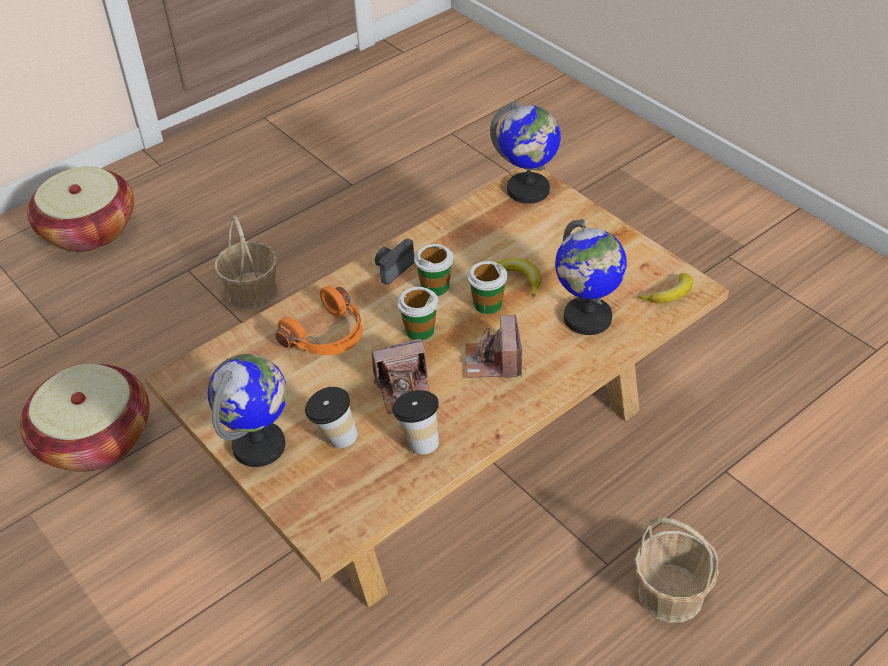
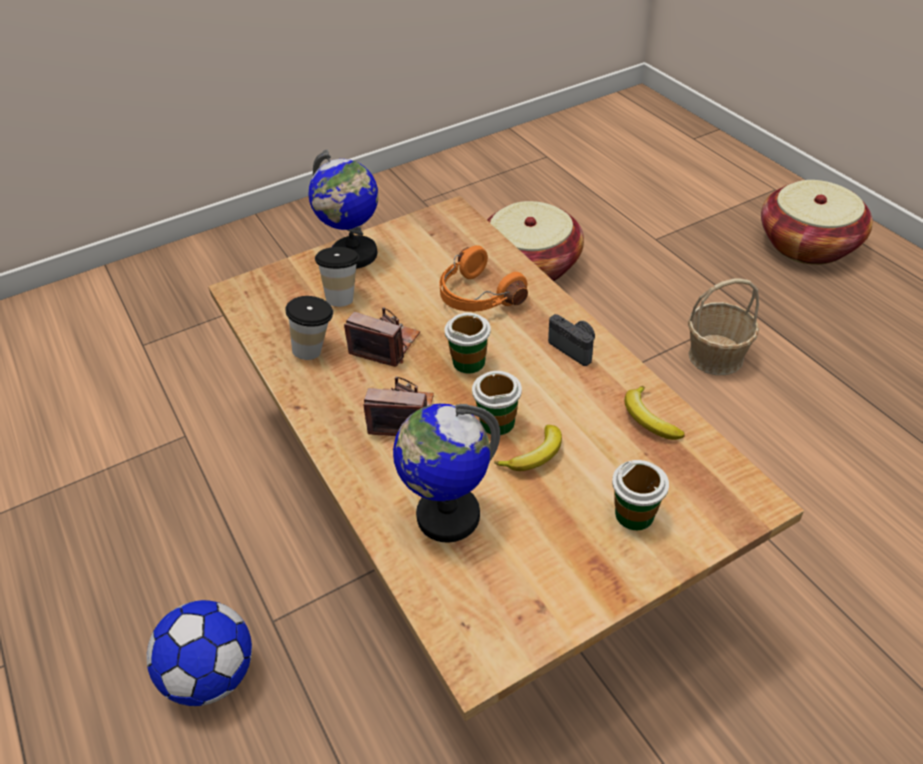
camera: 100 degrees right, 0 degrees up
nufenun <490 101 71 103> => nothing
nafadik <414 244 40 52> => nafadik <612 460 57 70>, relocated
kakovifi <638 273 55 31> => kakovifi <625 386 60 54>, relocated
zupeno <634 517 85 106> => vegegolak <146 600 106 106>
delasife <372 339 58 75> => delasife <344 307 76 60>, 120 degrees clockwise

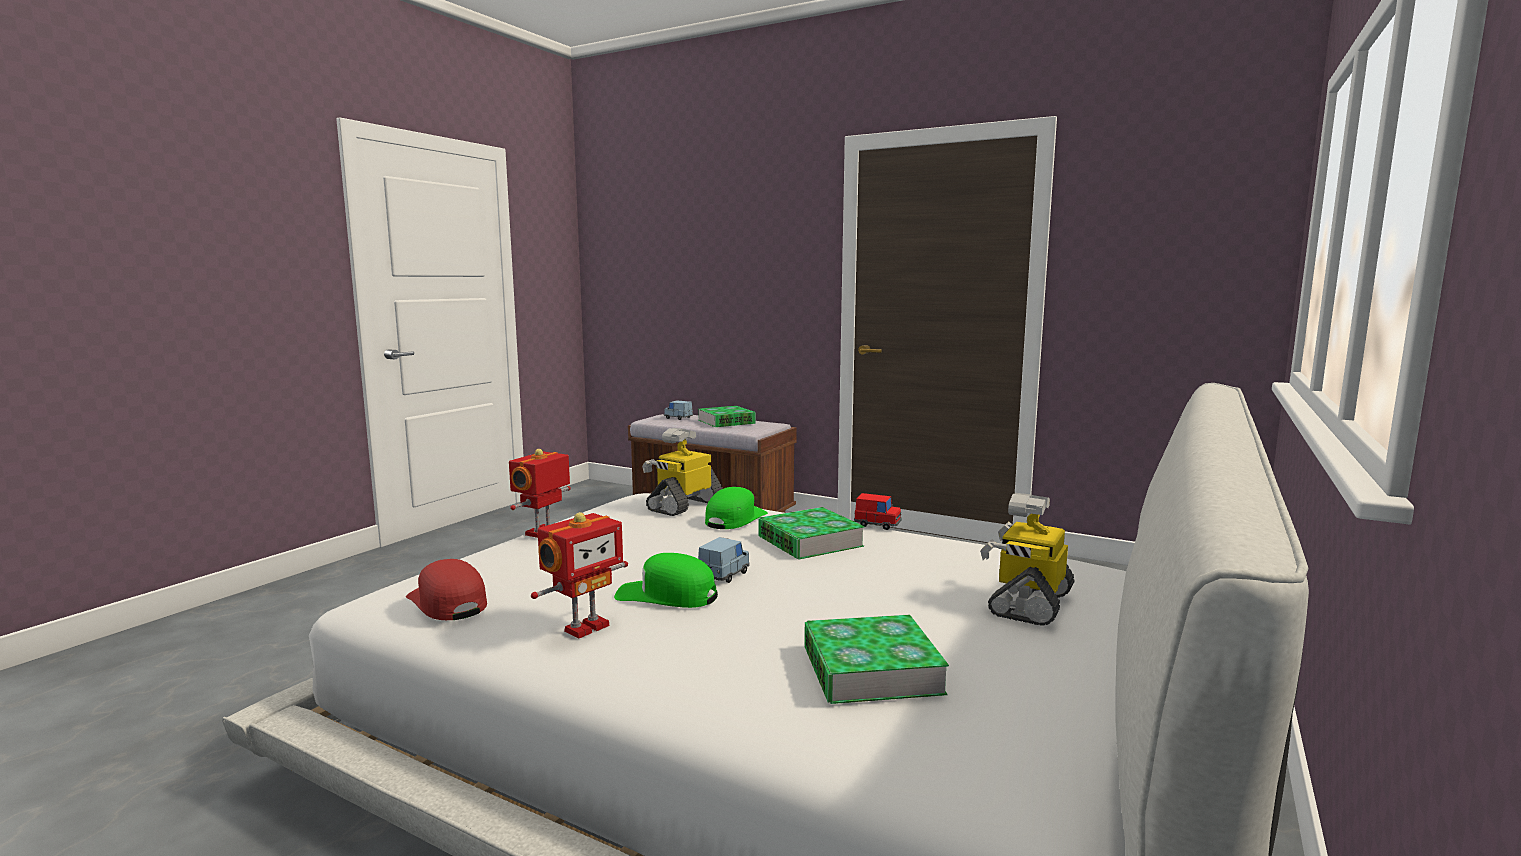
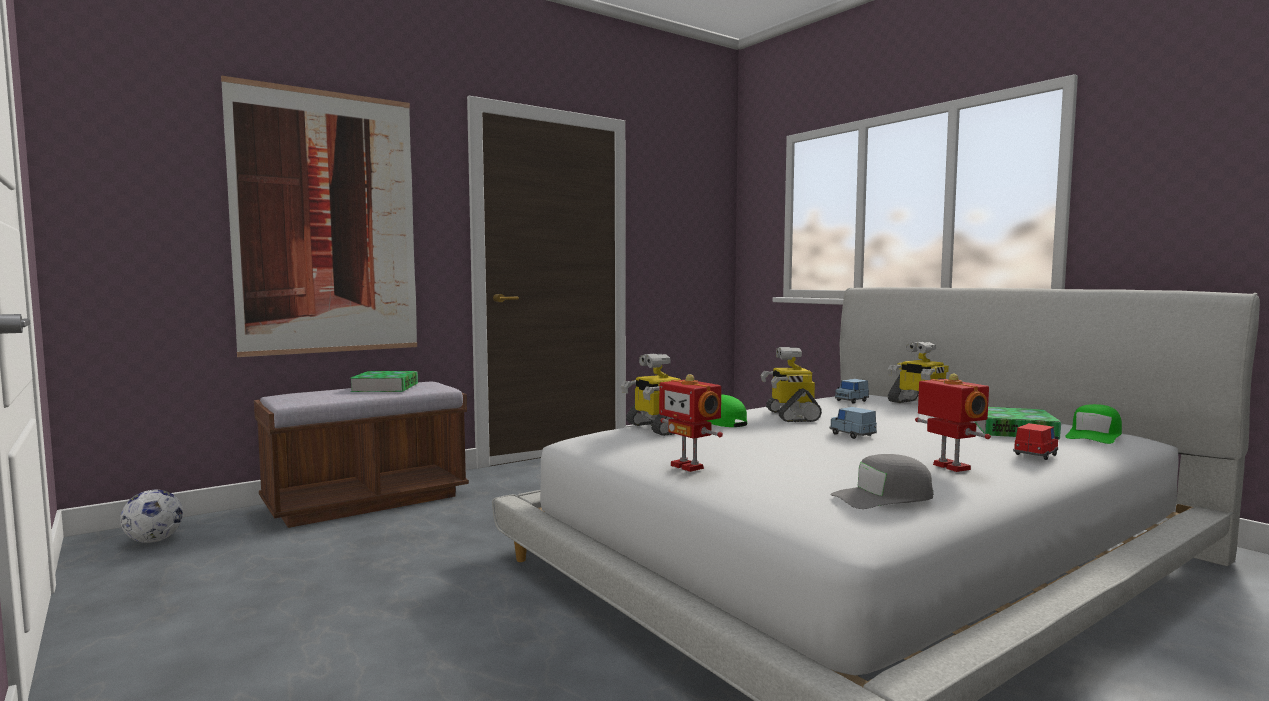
camera: 65 degrees left, 5 degrees down
nothing => vegegolak <120 490 63 53>
nothing => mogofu <221 76 196 281>
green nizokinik <614 553 104 55> => green nizokinik <1065 404 57 40>, relocated
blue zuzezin <664 400 29 20> => blue zuzezin <835 379 34 25>, relocated
red zuzezin <854 493 48 37> => red zuzezin <1013 423 46 37>, relocated
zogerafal <758 507 107 53> => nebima <761 347 61 75>
red nizokinik <406 559 81 61> => grey nizokinik <830 454 103 55>

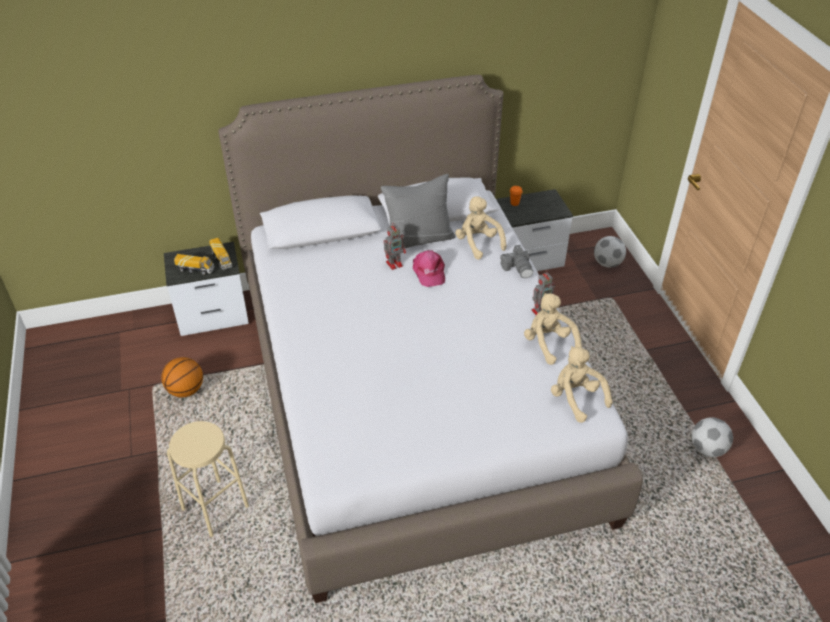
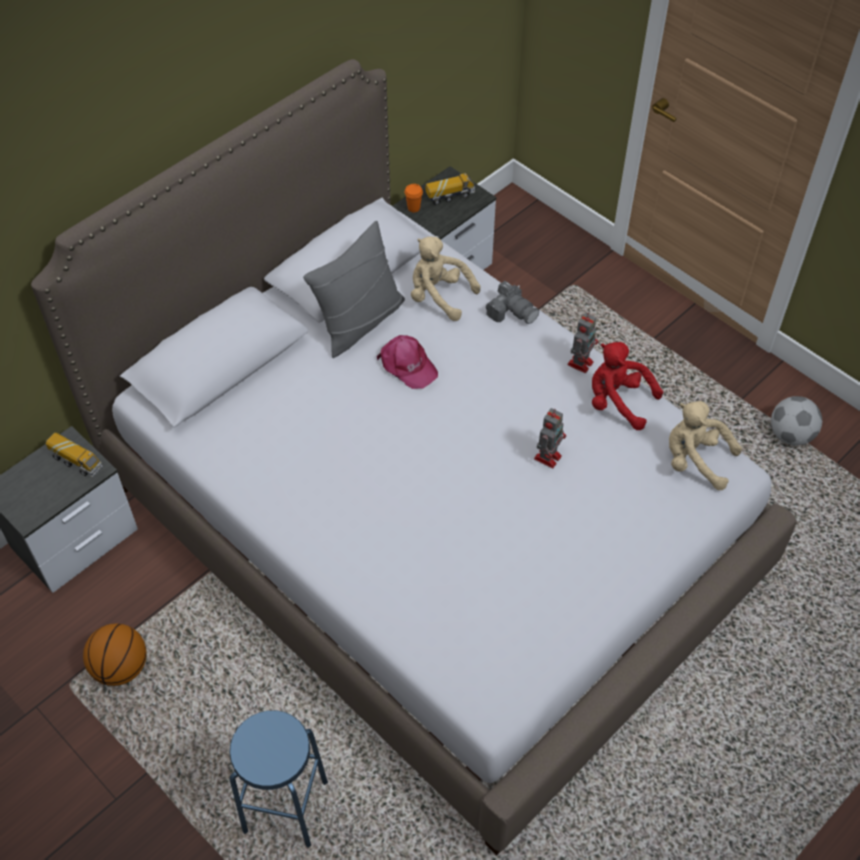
camera: 30 degrees left, 10 degrees up
vegegolak <594 236 32 32> => nothing
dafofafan <174 254 41 21> => dafofafan <425 173 50 32>, relocated
nebima <384 223 22 47> => nebima <534 408 32 60>, relocated
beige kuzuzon <167 421 82 116> => blue kuzuzon <229 710 99 138>
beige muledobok <524 293 58 72> => red muledobok <592 342 71 88>

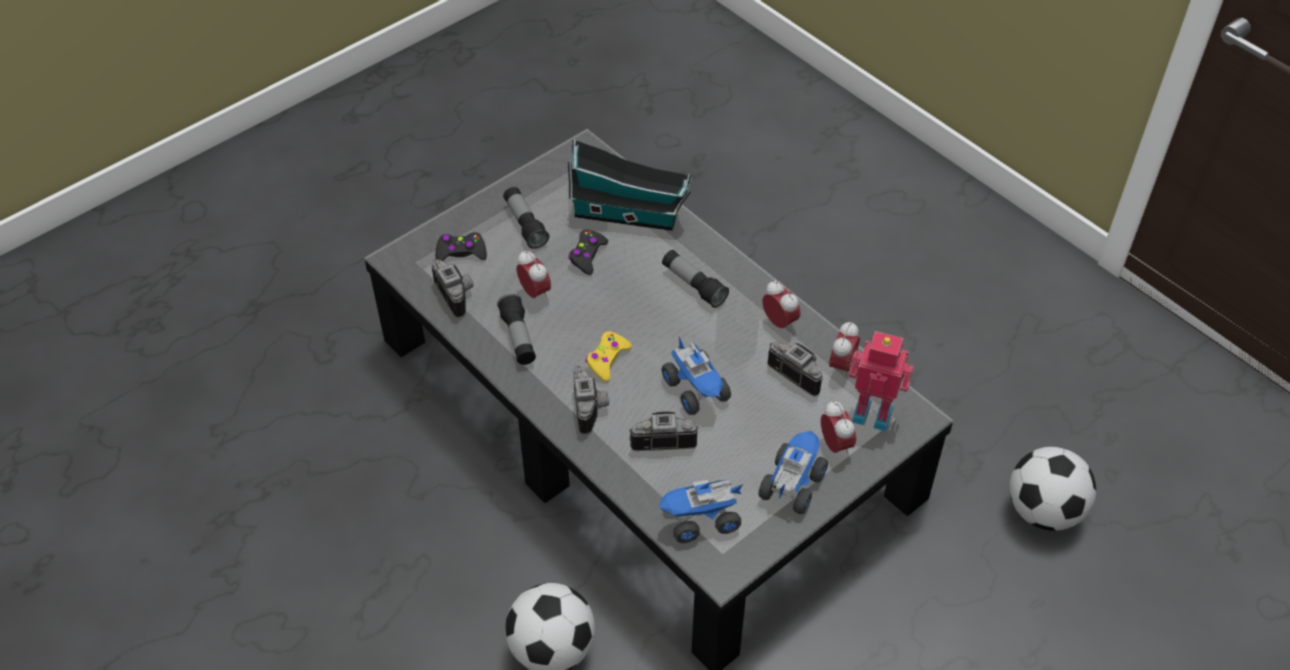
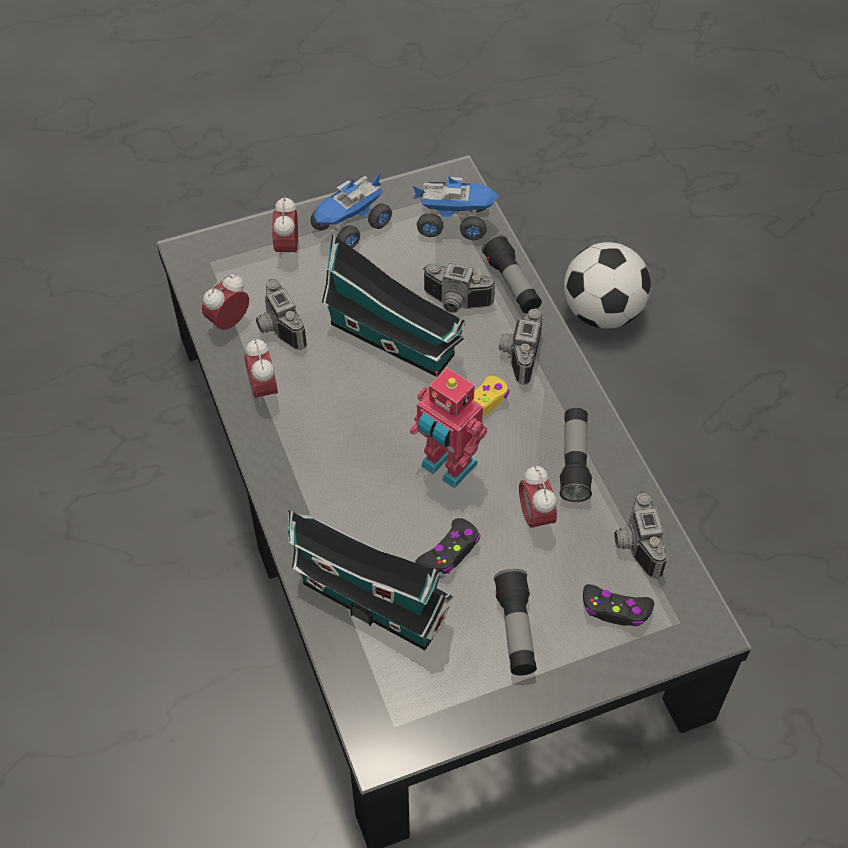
camera: 160 degrees left, 5 degrees up
vegegolak <1009 447 87 84> => nothing
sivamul <662 250 67 58> => sivamul <482 234 60 79>, relocated
nebima <849 331 64 100> => nebima <410 368 77 121>, relocated
dafofafan <662 337 69 78> => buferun <321 234 145 143>

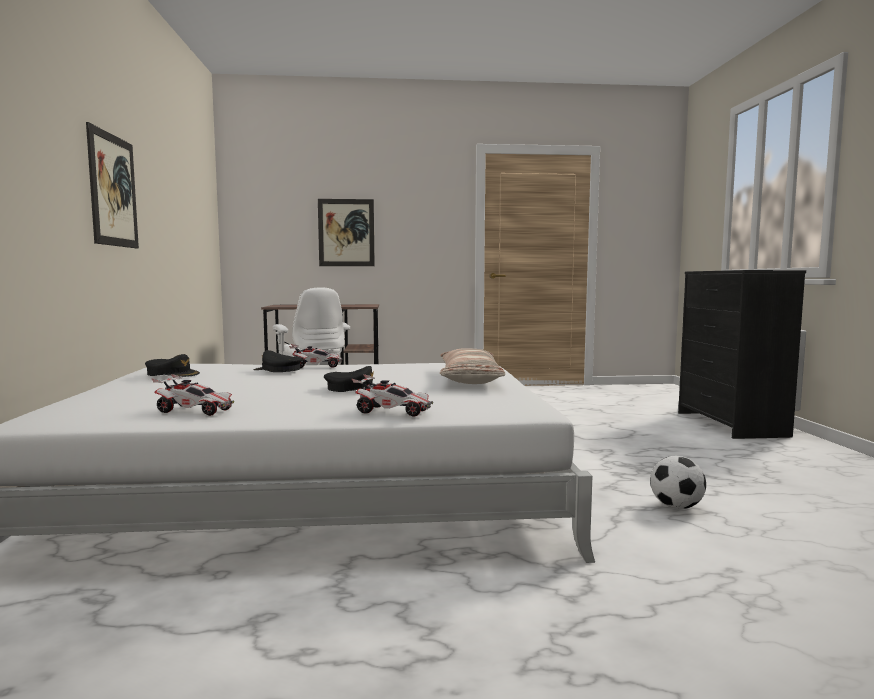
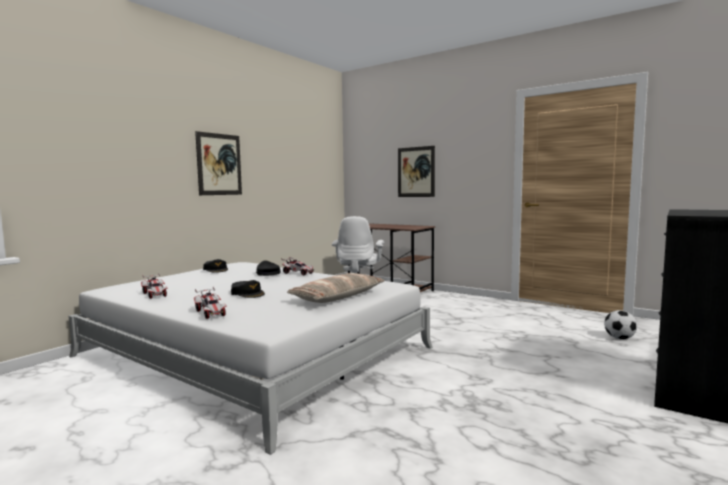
camera: 40 degrees right, 0 degrees up
vegegolak <650 456 56 53> => vegegolak <604 310 33 29>, relocated

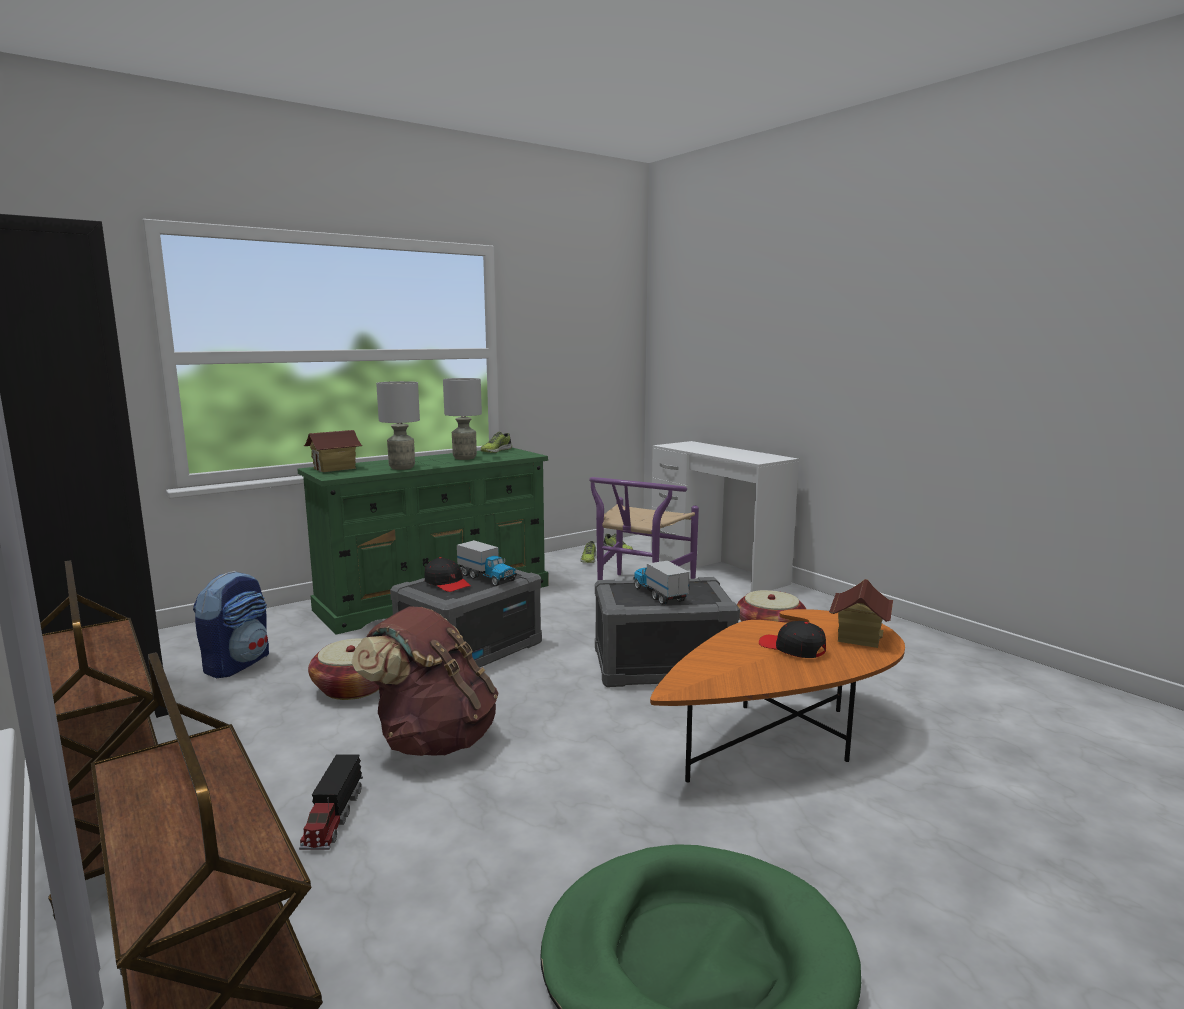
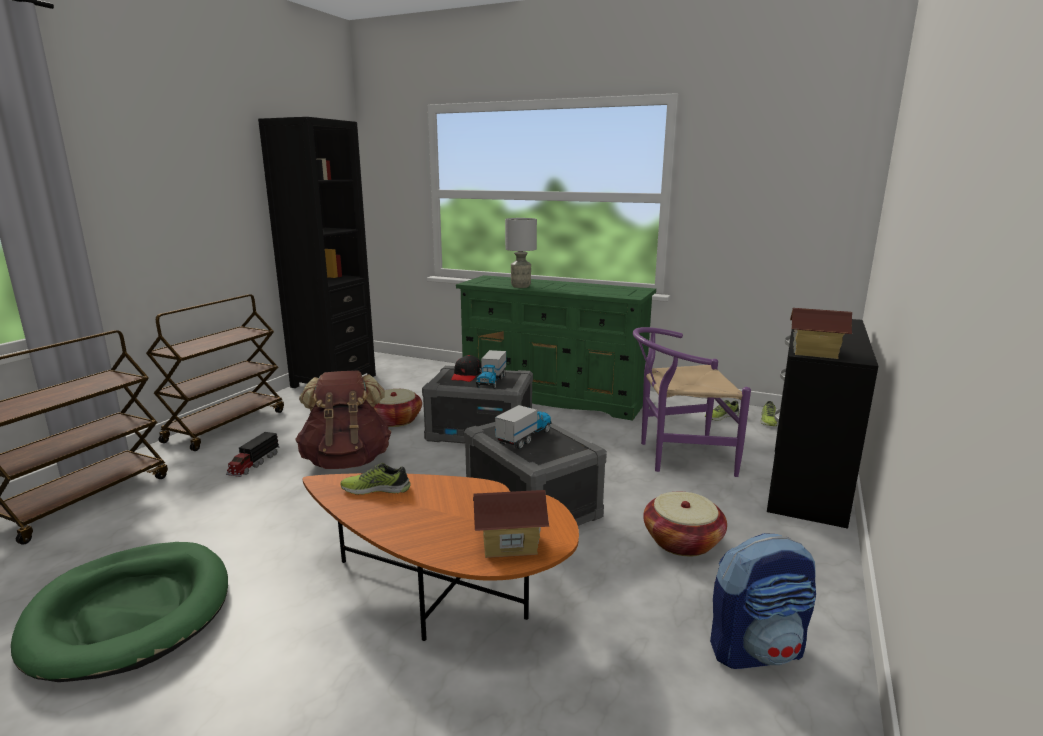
camera: 60 degrees right, 5 degrees up
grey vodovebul <443 378 39 82> => nothing
black nizokinik <759 621 67 37> => nothing
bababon <193 571 76 107> => bababon <710 533 106 136>, relocated
buferun <304 430 59 42> => buferun <790 308 62 51>, relocated
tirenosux <481 431 31 22> => tirenosux <341 463 70 32>, relocated
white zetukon <651 441 148 151> => black zetukon <767 319 111 210>
dafofafan <299 754 64 96> => dafofafan <226 432 53 45>, 45 degrees counterclockwise

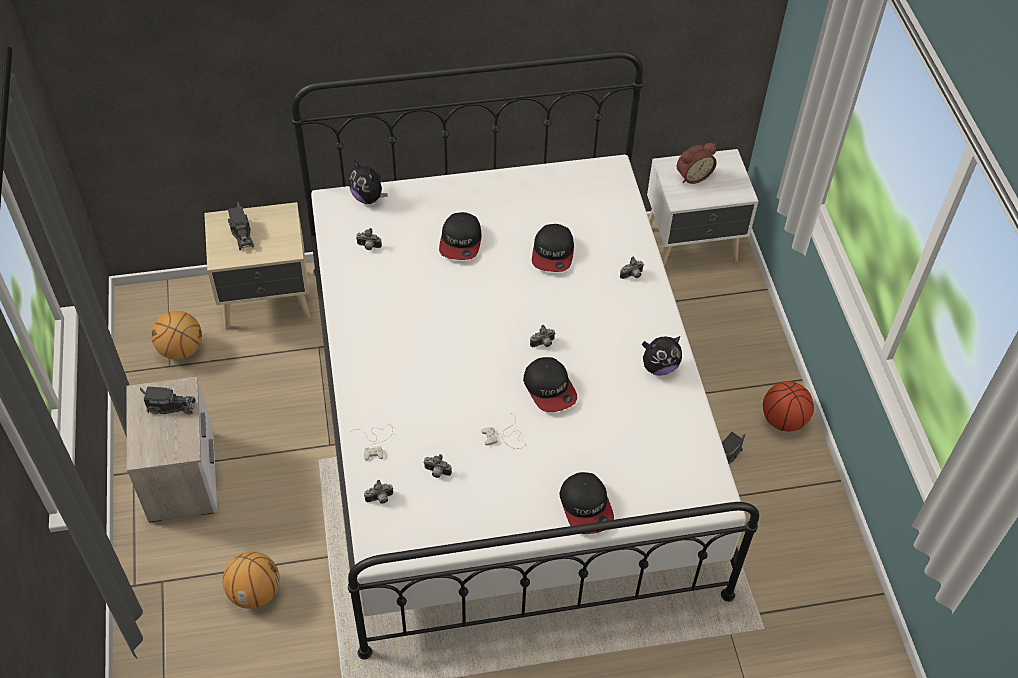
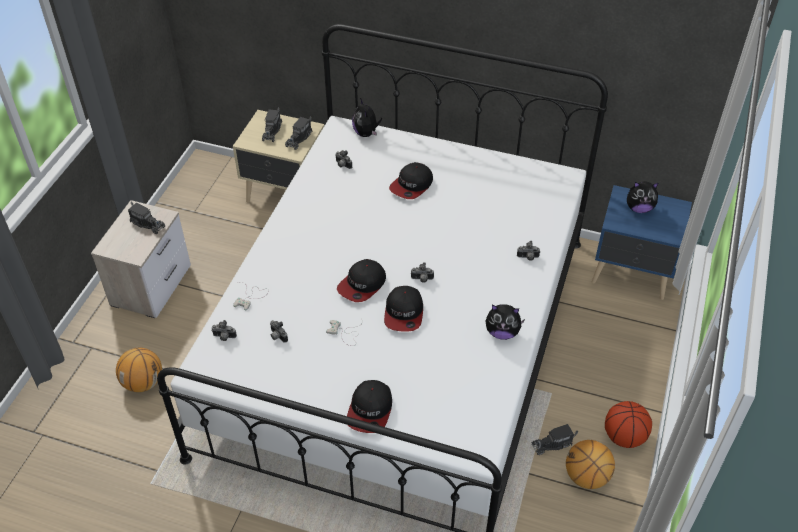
camera: 30 degrees right, 5 degrees down
nothing => dafofafan <285 116 28 34>
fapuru <151 311 51 49> => fapuru <566 440 49 49>, relocated
nizokinik <532 224 42 48> => nizokinik <337 259 49 43>, relocated
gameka <677 143 40 41> => muledobok <627 181 32 32>
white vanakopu <647 149 111 118> => blue vanakopu <592 185 100 115>

